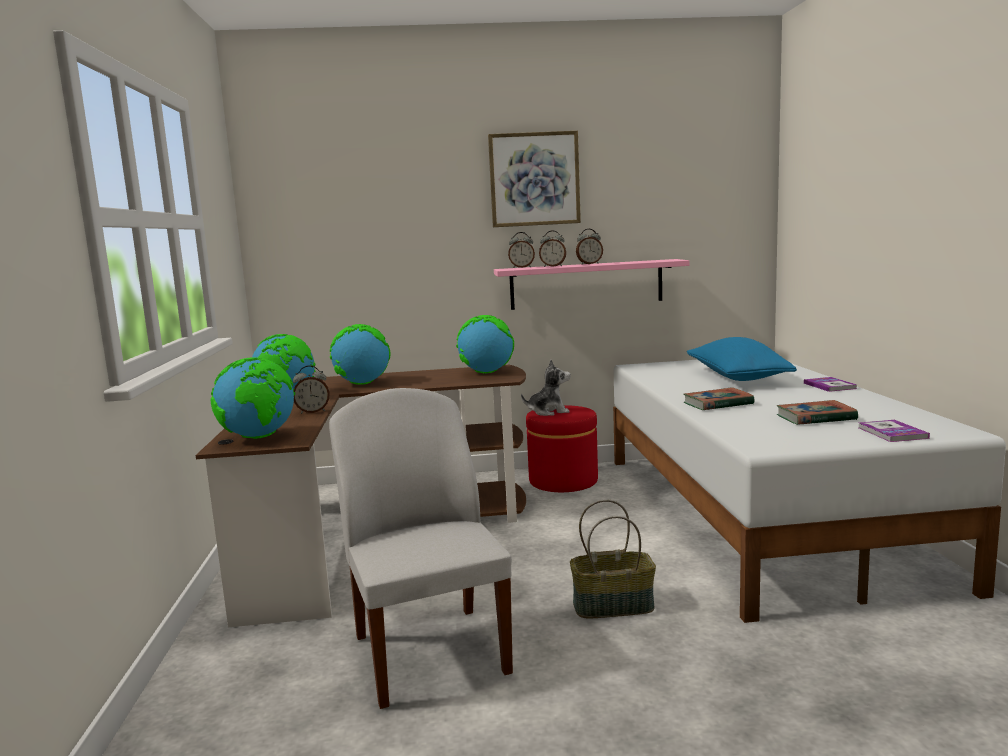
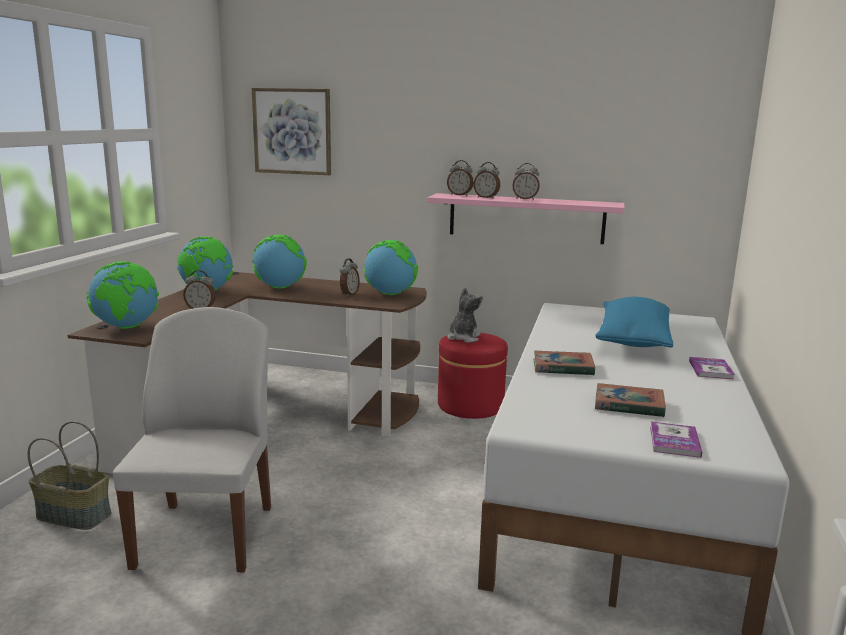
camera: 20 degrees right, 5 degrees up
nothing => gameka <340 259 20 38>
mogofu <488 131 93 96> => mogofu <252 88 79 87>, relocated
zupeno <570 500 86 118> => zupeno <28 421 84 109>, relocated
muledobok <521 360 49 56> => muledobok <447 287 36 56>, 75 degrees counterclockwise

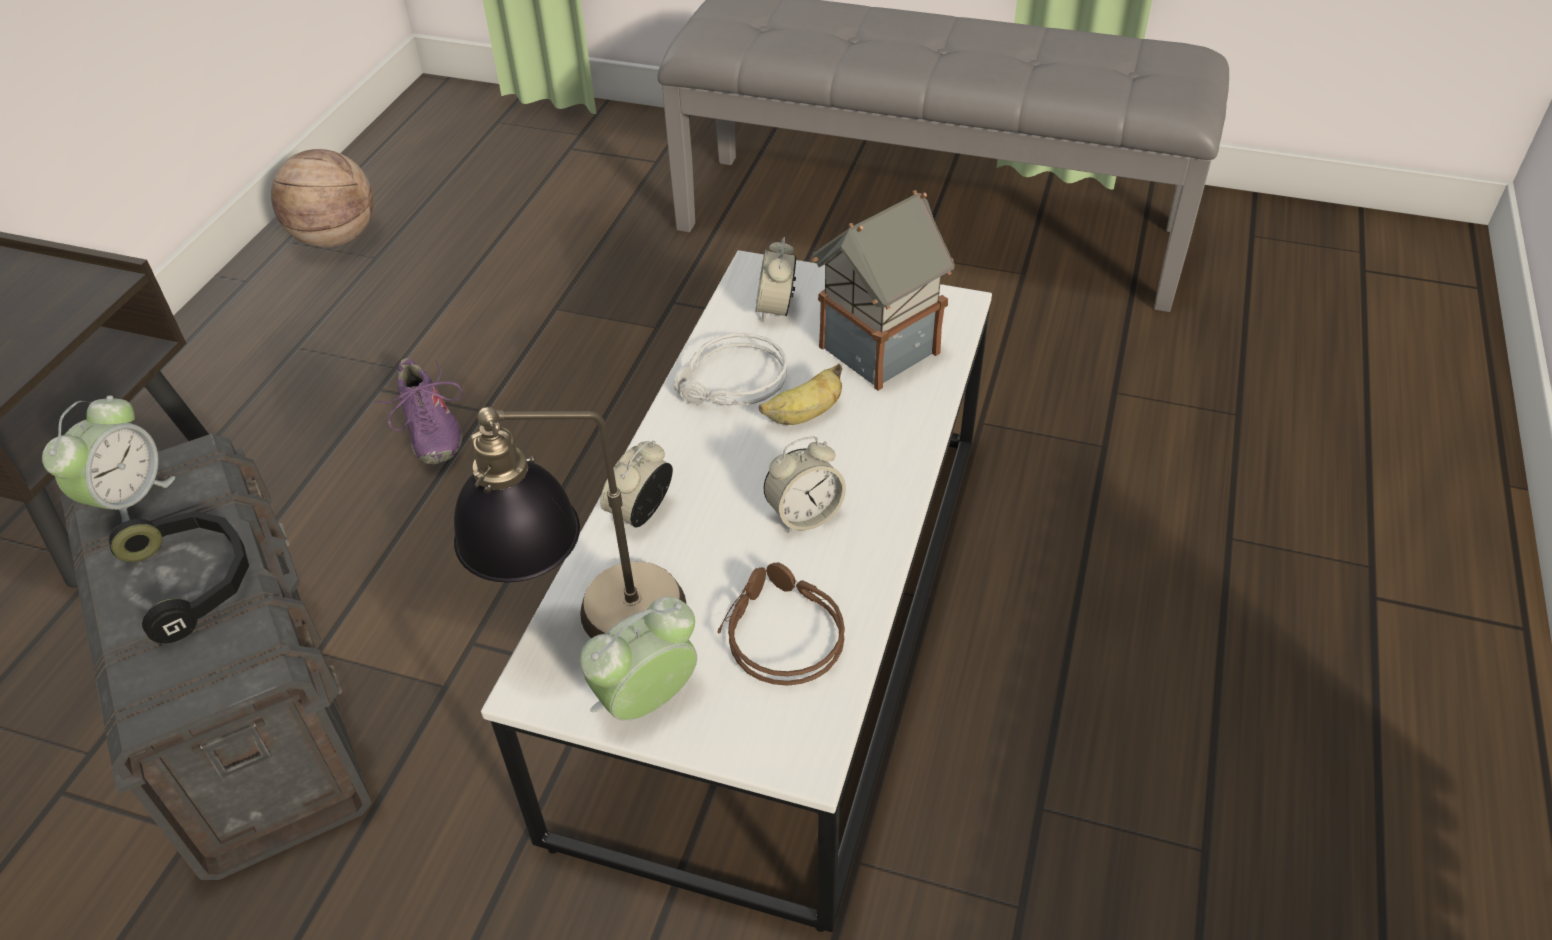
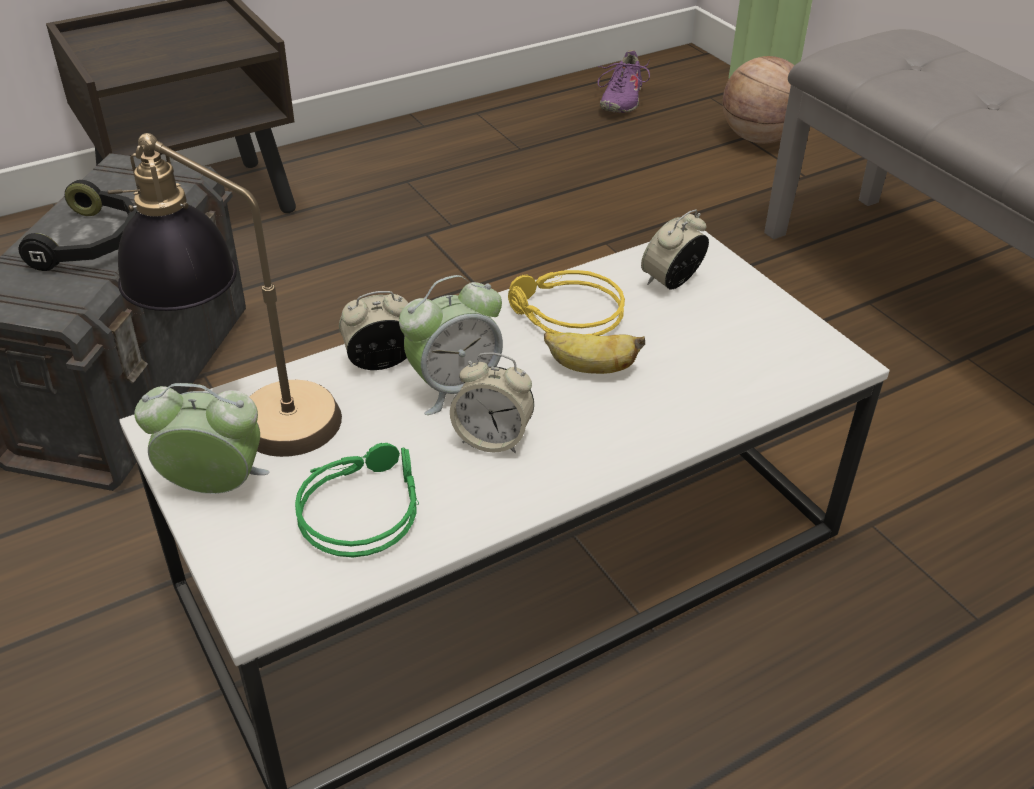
camera: 40 degrees right, 5 degrees down
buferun <812 190 143 201> => nothing
gameka <42 395 133 128> => gameka <399 275 104 140>, relocated
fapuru <271 149 103 99> => fapuru <723 56 72 88>, relocated
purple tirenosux <373 358 90 106> => purple tirenosux <597 50 53 63>, relocated
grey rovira <674 333 113 73> => yellow rovira <508 270 117 66>
brown rovira <718 563 127 123> => green rovira <295 443 124 114>

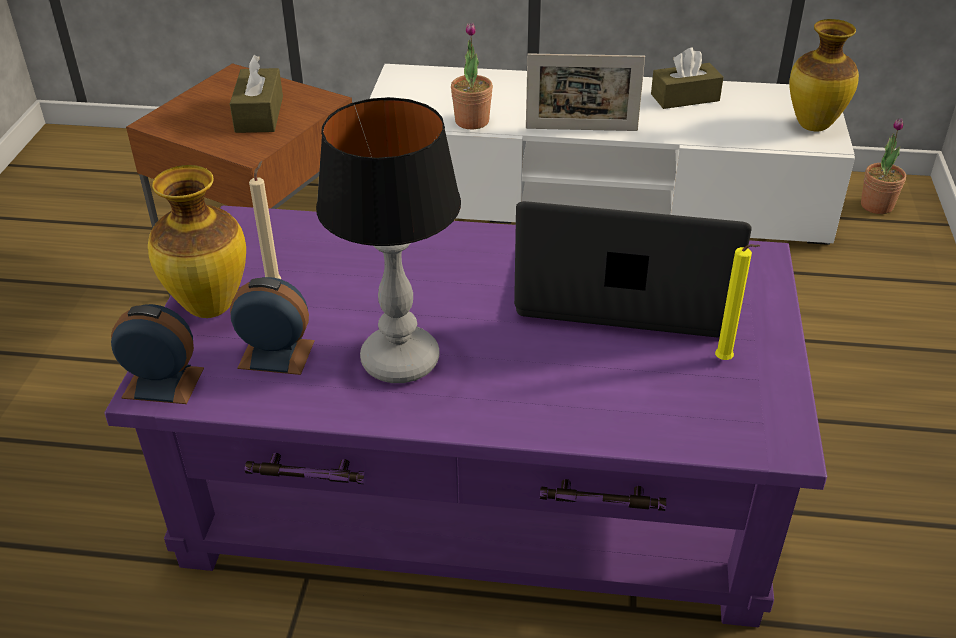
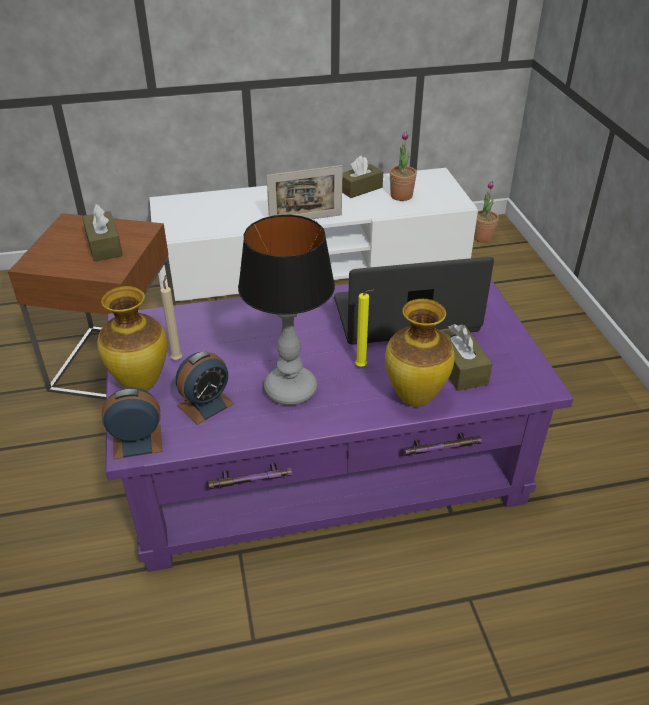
camera: 20 degrees left, 0 degrees up
nothing => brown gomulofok <439 324 54 67>
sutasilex <451 22 42 108> => sutasilex <390 131 27 70>, relocated
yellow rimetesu <715 244 45 116> => yellow rimetesu <355 290 19 77>, relocated
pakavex <789 19 70 112> => pakavex <385 299 69 108>, relocated
gameka <230 277 85 98> => gameka <176 351 59 74>, 150 degrees clockwise

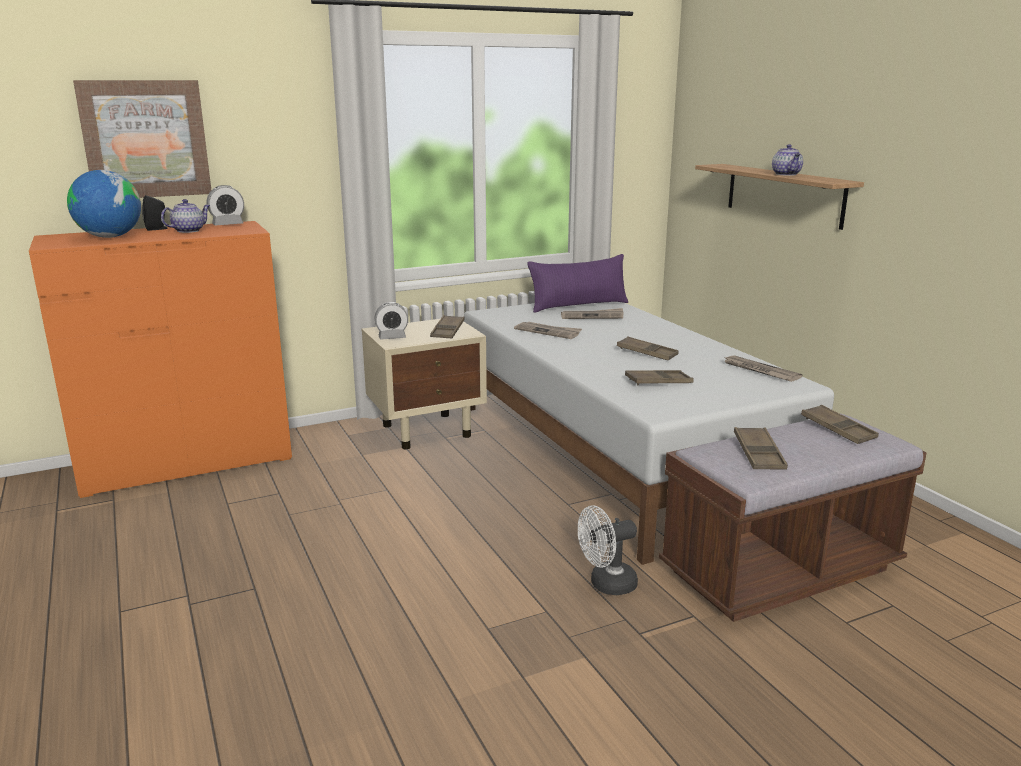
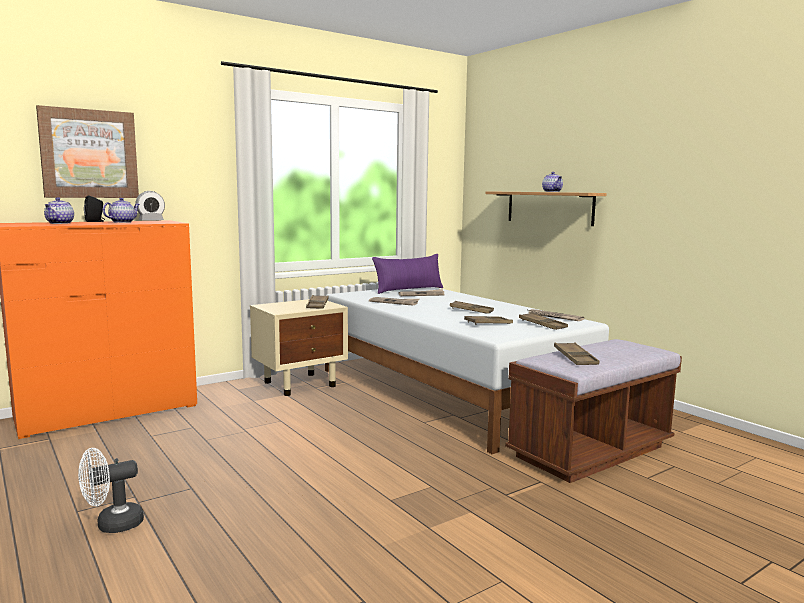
camera: 10 degrees left, 10 degrees down
gameka <374 302 34 38> => nothing
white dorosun <578 506 60 89> => white dorosun <78 448 66 85>, relocated
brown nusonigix <801 405 78 39> => brown nusonigix <519 313 49 17>, relocated
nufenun <67 170 74 68> => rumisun <44 197 30 27>

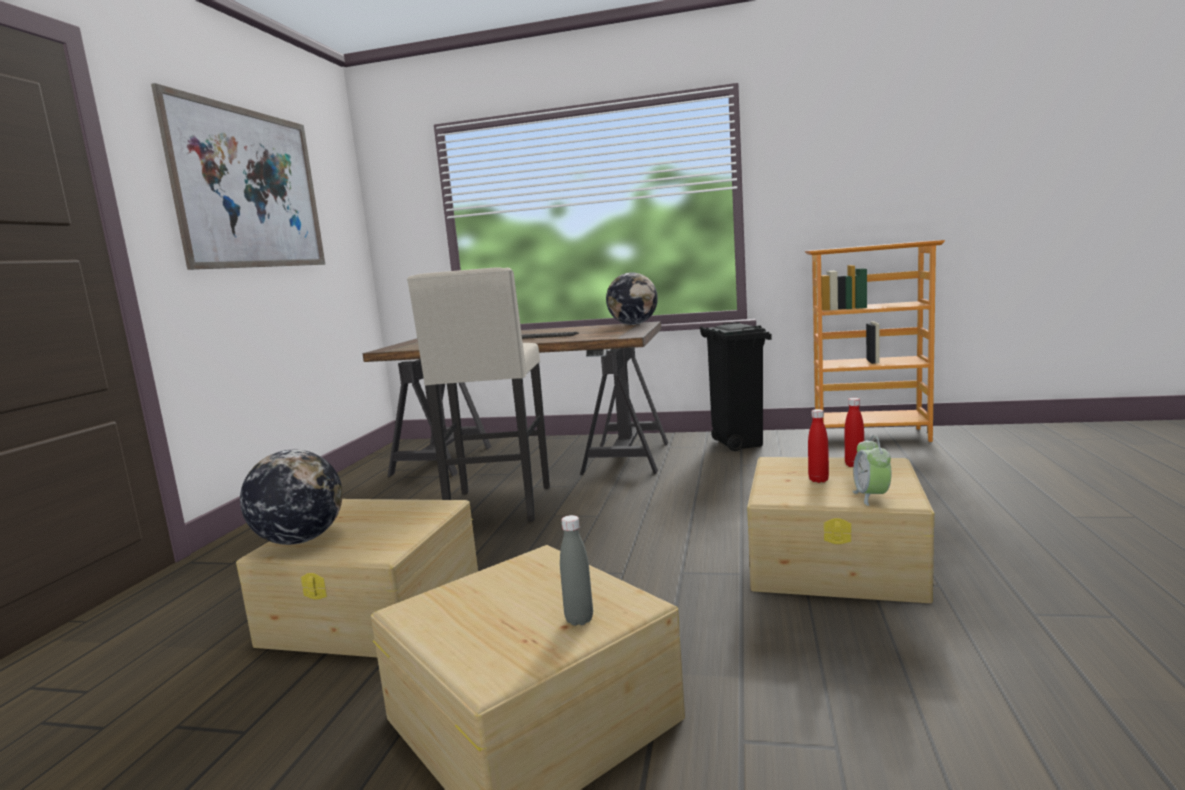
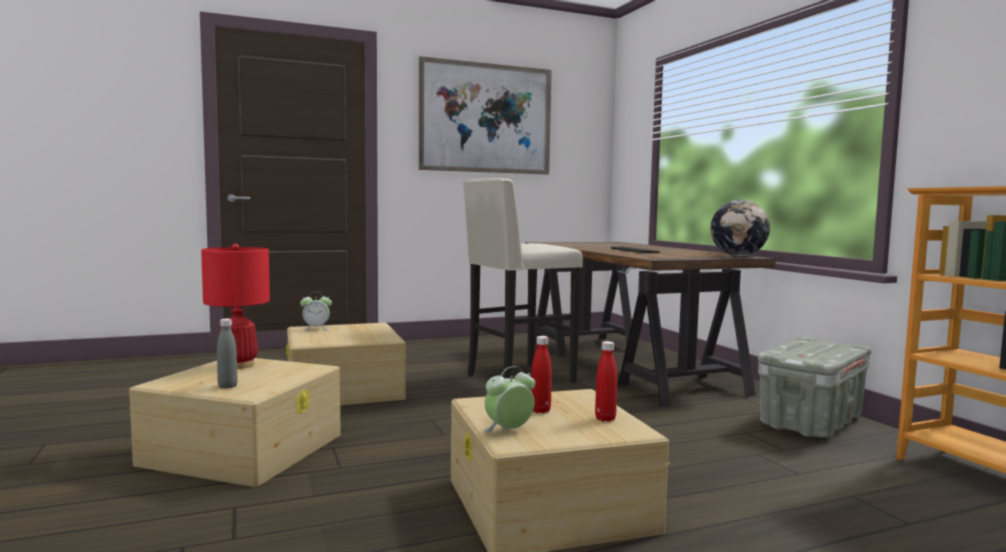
camera: 55 degrees right, 5 degrees down
nothing => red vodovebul <201 244 69 125>
nufenun <240 450 103 95> => gameka <300 296 32 35>
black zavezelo <700 322 72 129> => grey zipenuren <758 337 113 101>

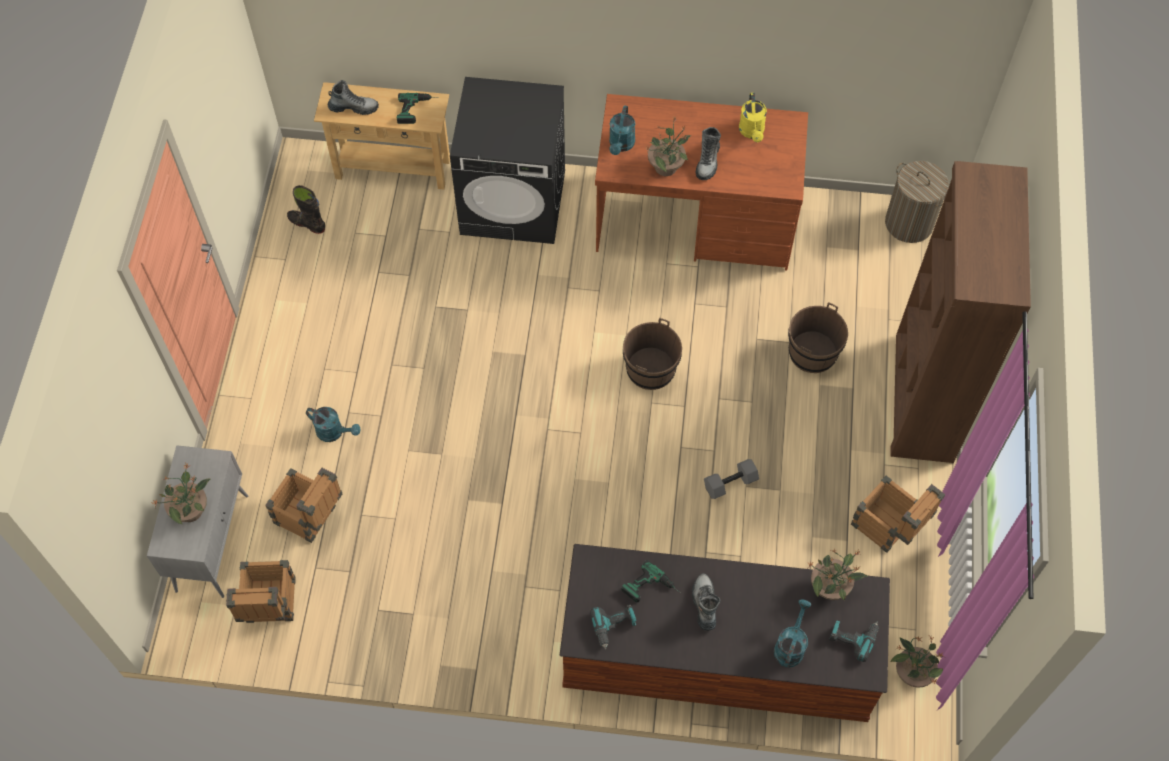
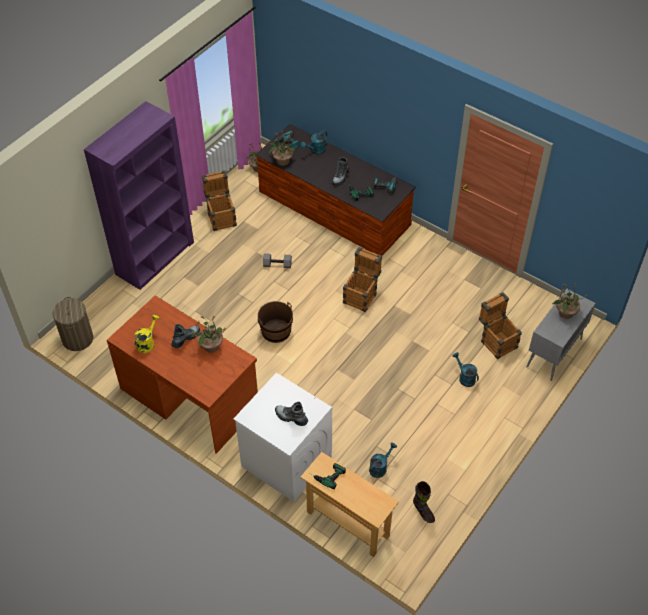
camera: 150 degrees left, 10 degrees down
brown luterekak <788 302 60 71> => nothing
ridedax <226 560 70 63> => ridedax <343 247 39 65>, relocated
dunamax <328 80 51 35> => dunamax <275 402 33 24>, relocated
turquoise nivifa <609 105 26 50> => turquoise nivifa <369 442 28 36>, relocated
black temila <450 77 115 167> => white temila <233 373 99 129>
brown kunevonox <890 161 141 302> => purple kunevonox <84 101 110 189>

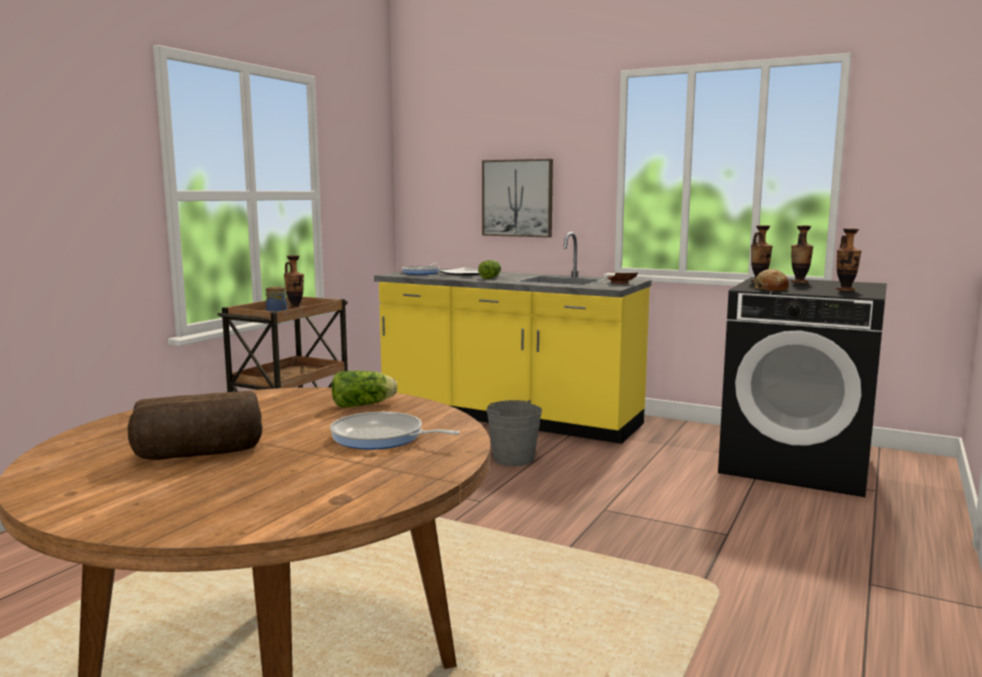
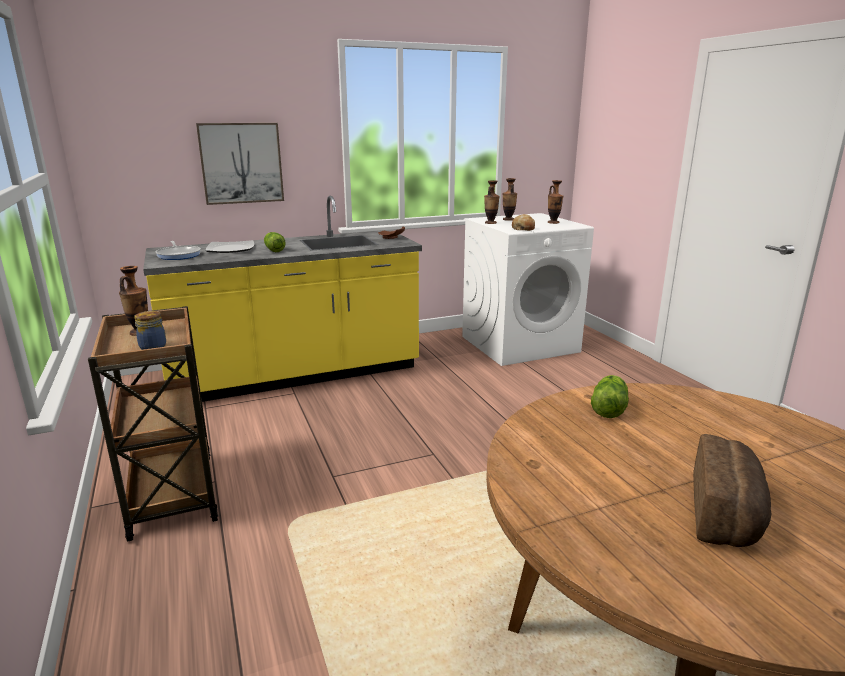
camera: 50 degrees left, 10 degrees up
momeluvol <330 412 130 37> => nothing
grey luterekak <486 400 56 66> => nothing
black temila <718 277 169 220> => white temila <462 213 132 153>

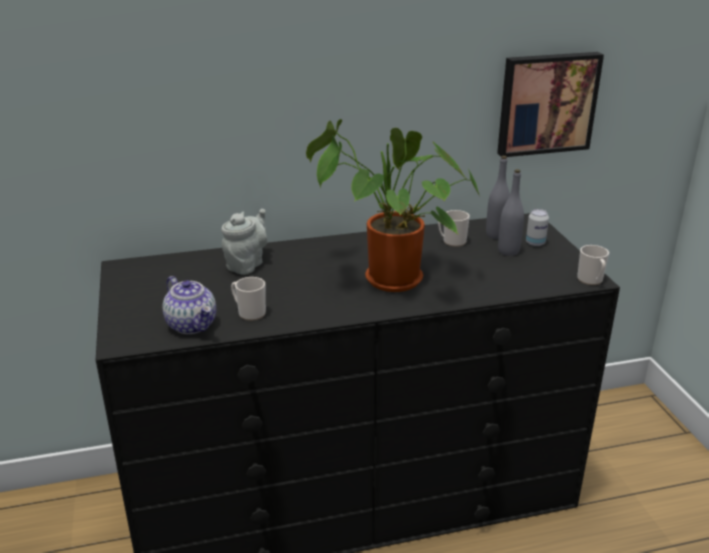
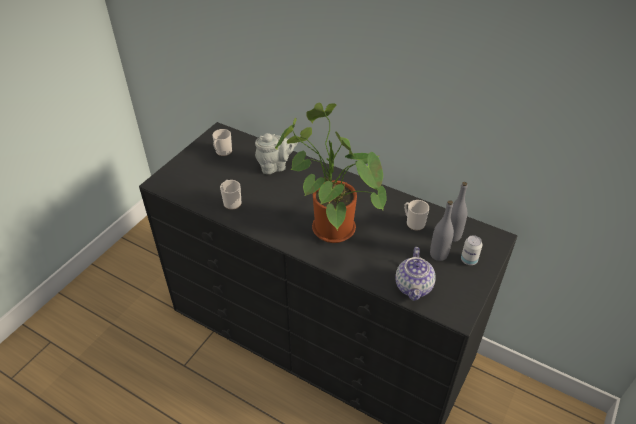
camera: 45 degrees right, 15 degrees up
mogofu <497 52 107 105> => nothing
rumisun <162 276 54 58> => rumisun <395 247 41 54>, relocated
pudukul <577 245 32 40> => pudukul <213 129 19 27>, relocated

